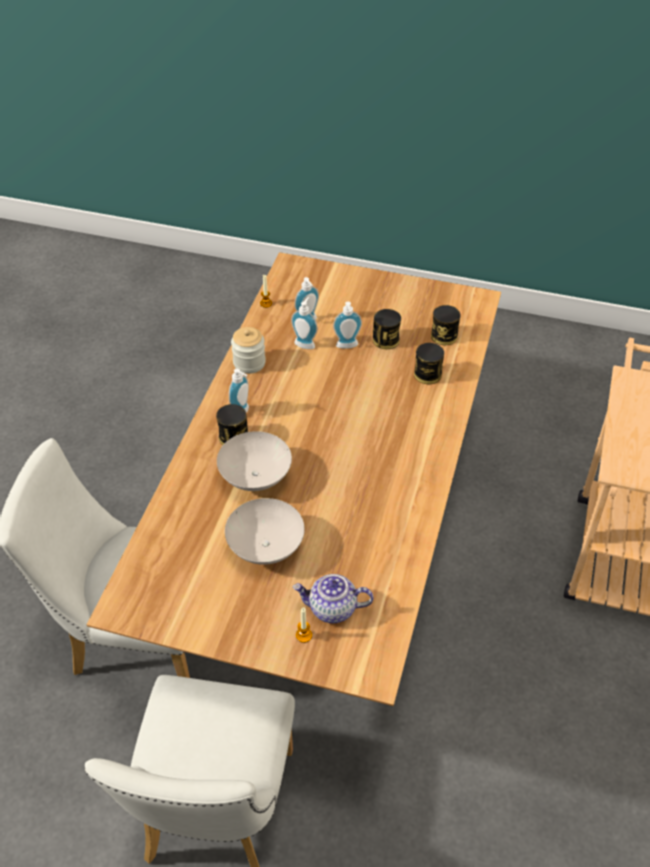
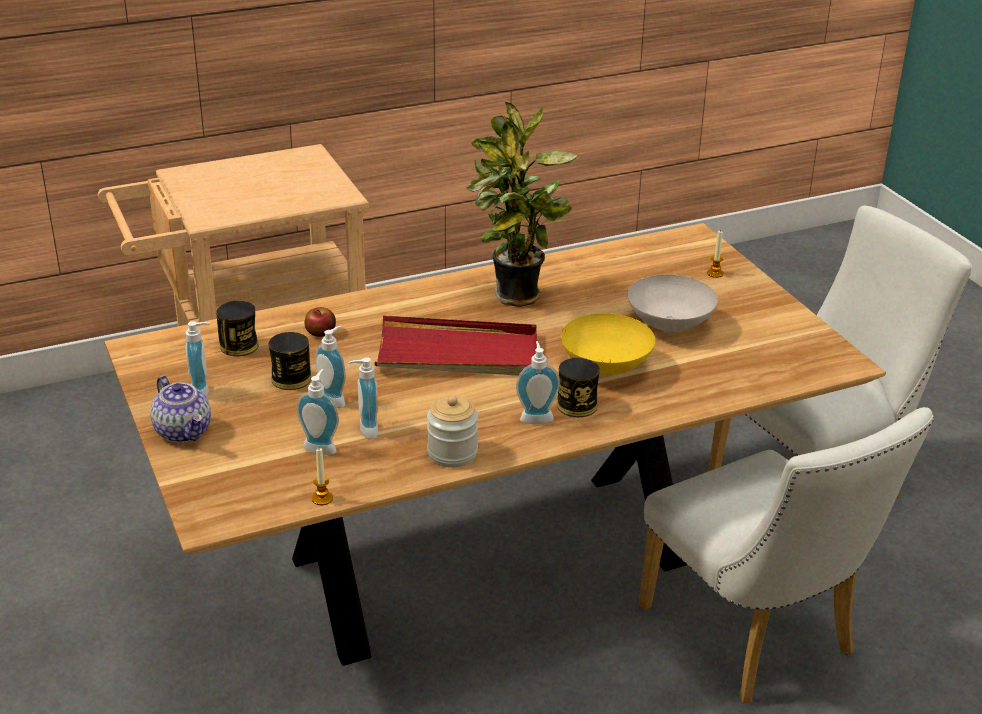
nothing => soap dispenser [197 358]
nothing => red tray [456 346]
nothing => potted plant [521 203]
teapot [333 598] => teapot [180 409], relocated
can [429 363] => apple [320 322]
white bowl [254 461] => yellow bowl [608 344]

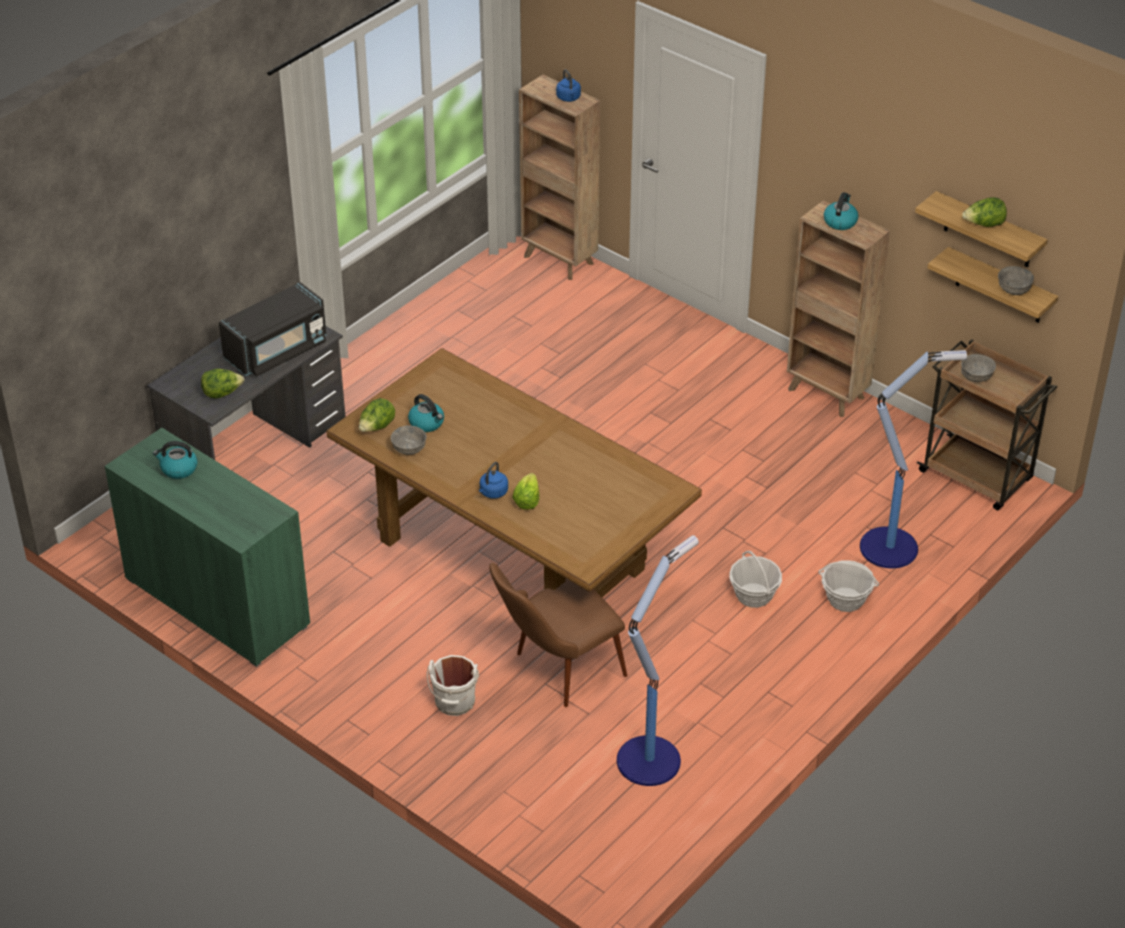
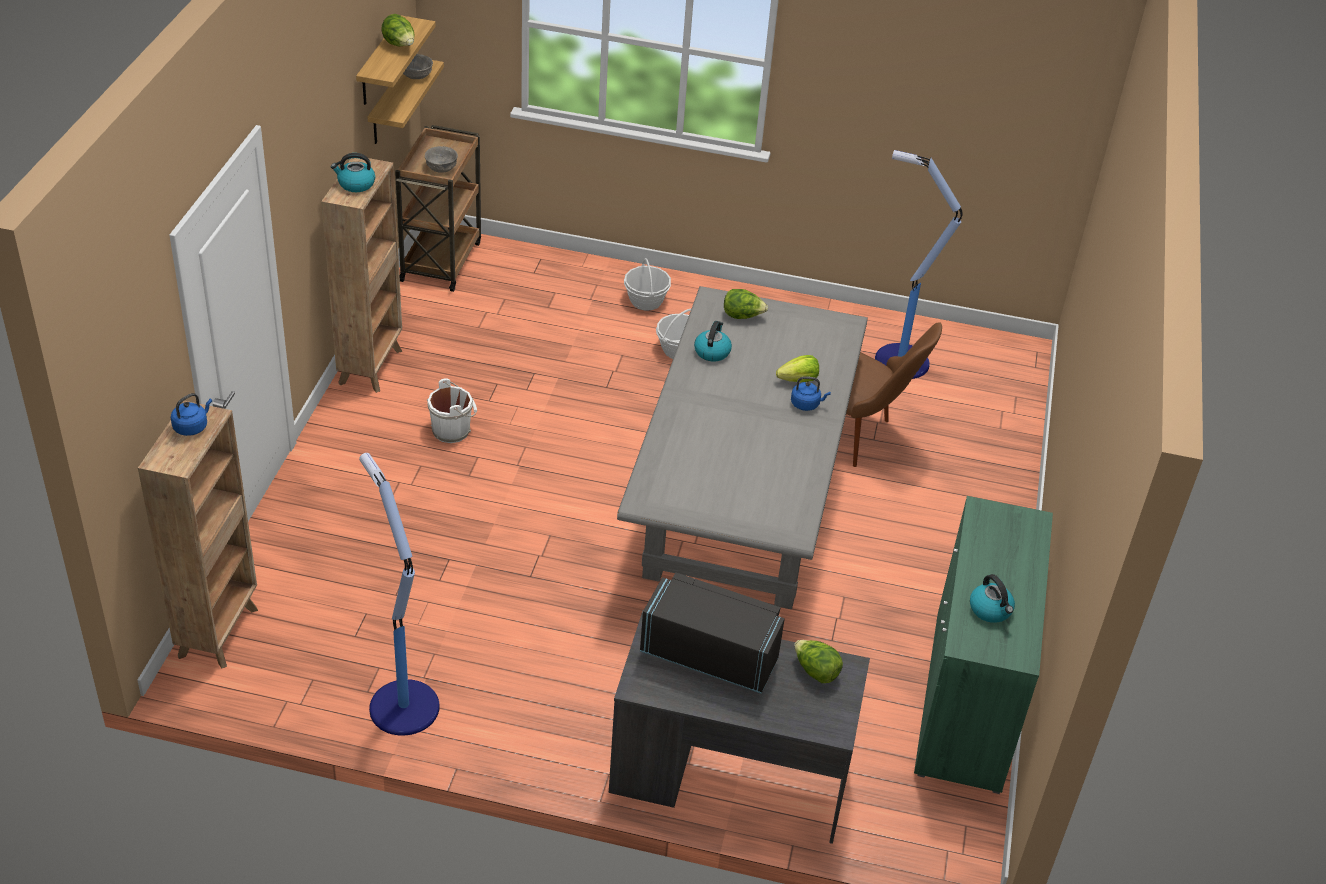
grey bowl [409 440] => nothing
lettuce [377 415] => lettuce [746 304], relocated
kettle [426 413] => kettle [713 341], relocated
white bucket [453 685] => white bucket [452 410], relocated
floor lamp [913 459] => floor lamp [399 594], relocated
brown dining table [514 472] => grey dining table [742 447]

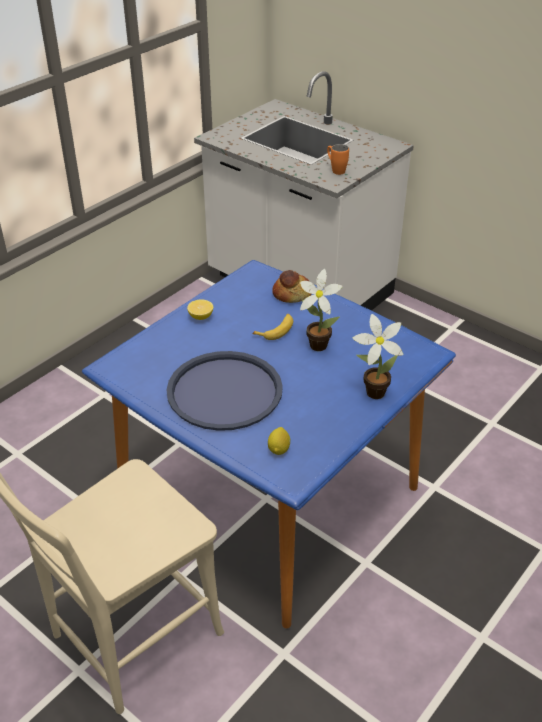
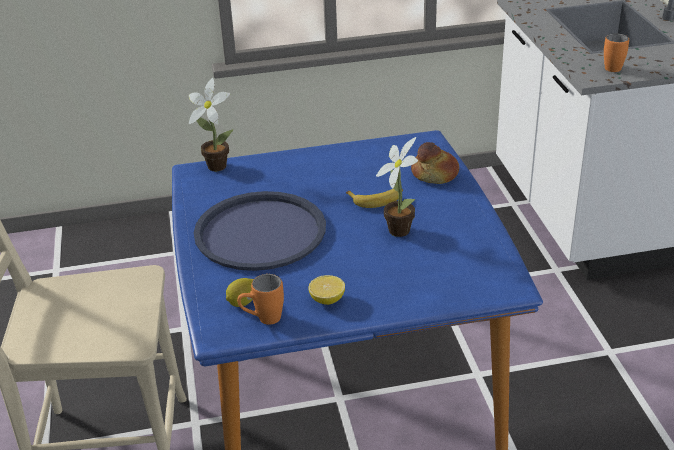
nothing => orange mug [260 299]
lemon [200 310] => lemon [326 290], relocated
potted plant [378 356] => potted plant [211 124], relocated

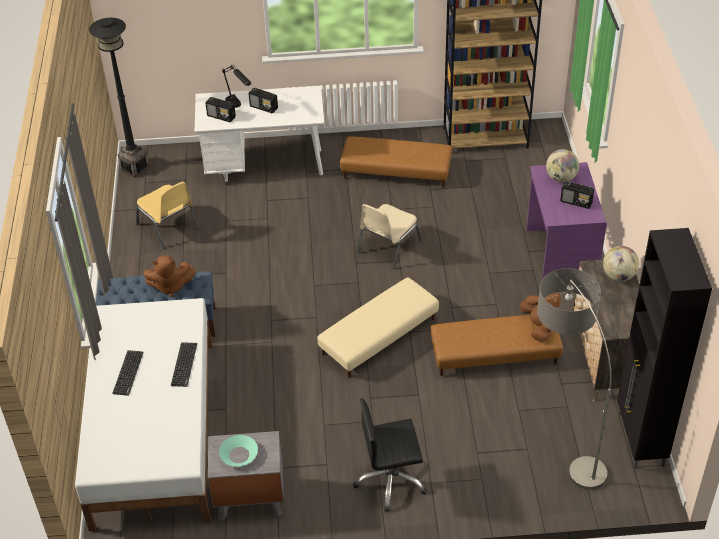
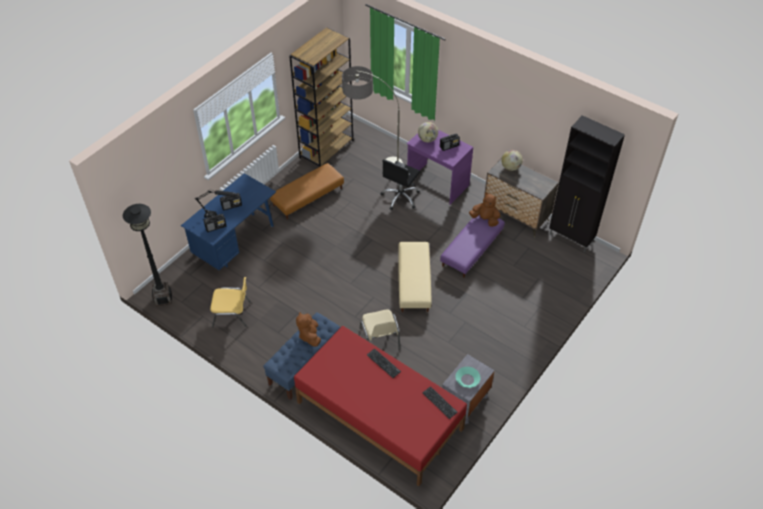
keyboard [128 373] => keyboard [440 402], relocated
black office chair [390 455] => black office chair [400 184], relocated
beige chair [389 236] => beige chair [379 329], relocated
floor lamp [574 379] => floor lamp [372 114], relocated
white bed [143 414] => red bed [380 406]
white desk [259 134] => blue desk [228 221]
brown ottoman [497 345] => purple ottoman [472 246]
brown plush toy [169 276] => brown plush toy [308 329], 135 degrees clockwise

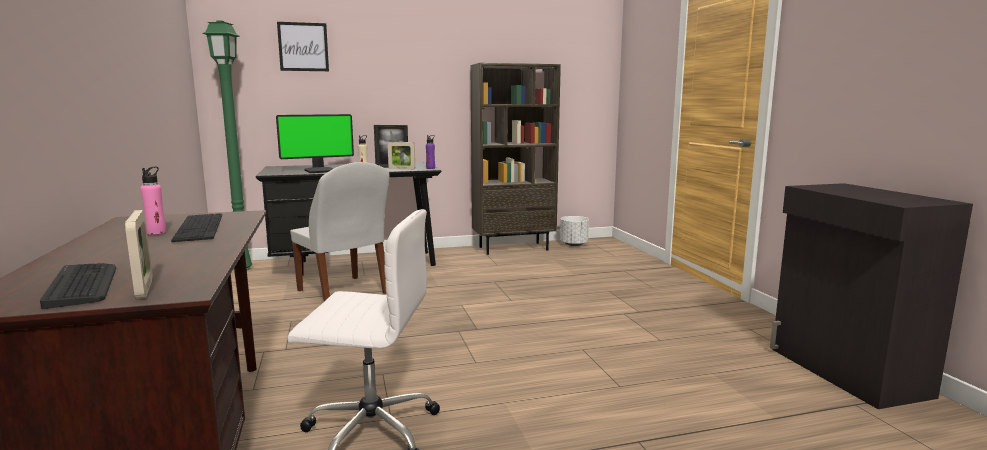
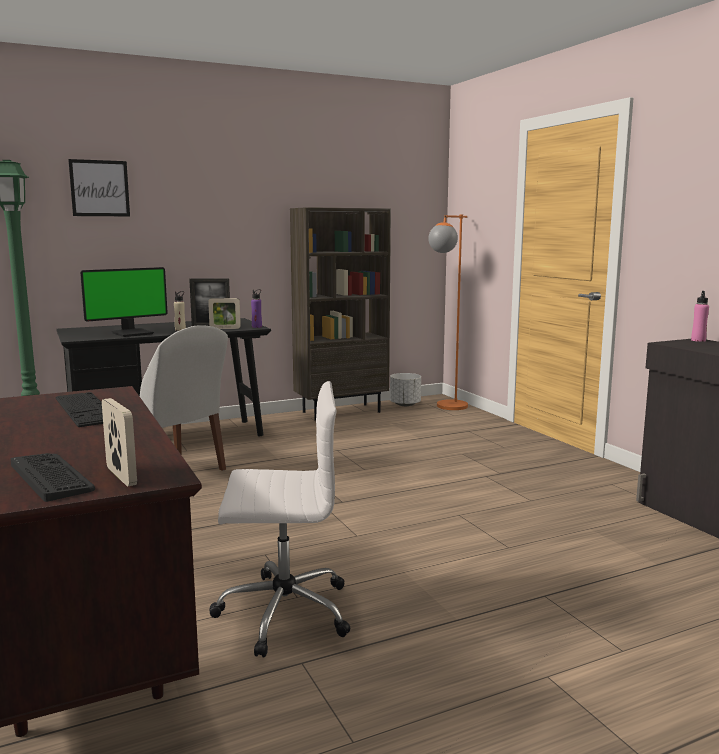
nothing => orange floor lamp [448 312]
pink bottle [153 200] => pink bottle [700 316], relocated

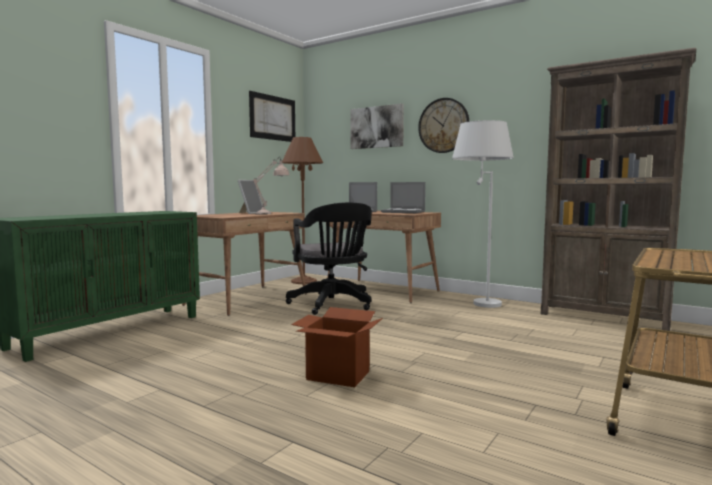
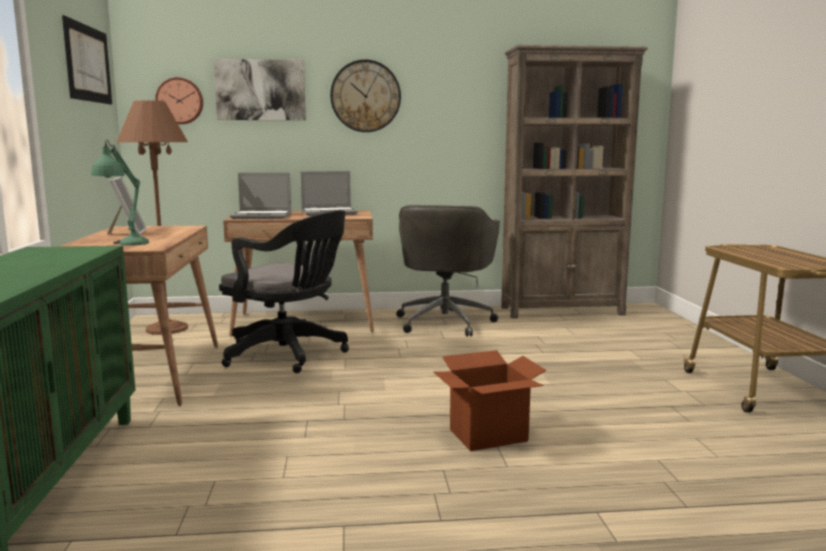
beige table lamp [271 186] => nothing
nothing => green table lamp [120 192]
nothing => wall clock [179 100]
white floor lamp [483 214] => grey office chair [448 270]

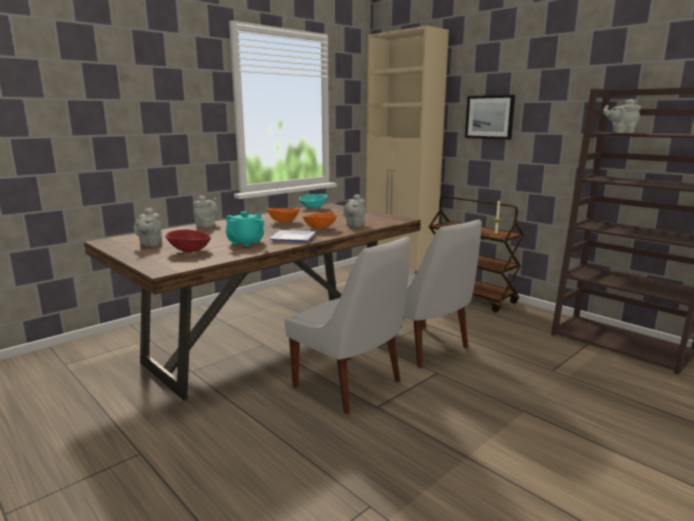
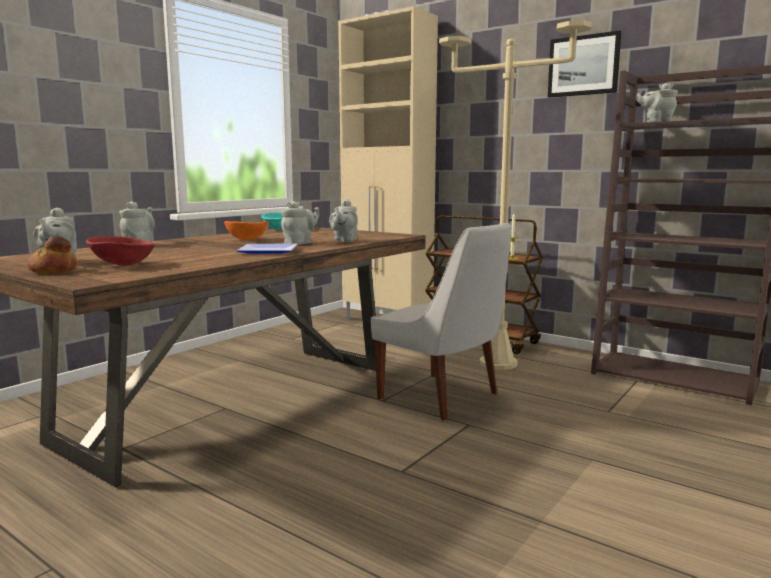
turquoise teapot [245 229] => nothing
white chair [347 325] => nothing
nothing => bread [52 255]
nothing => beige floor lamp [515 195]
picture [490 117] => picture [584 64], relocated
orange bowl [319 221] => grey teapot [300 223]

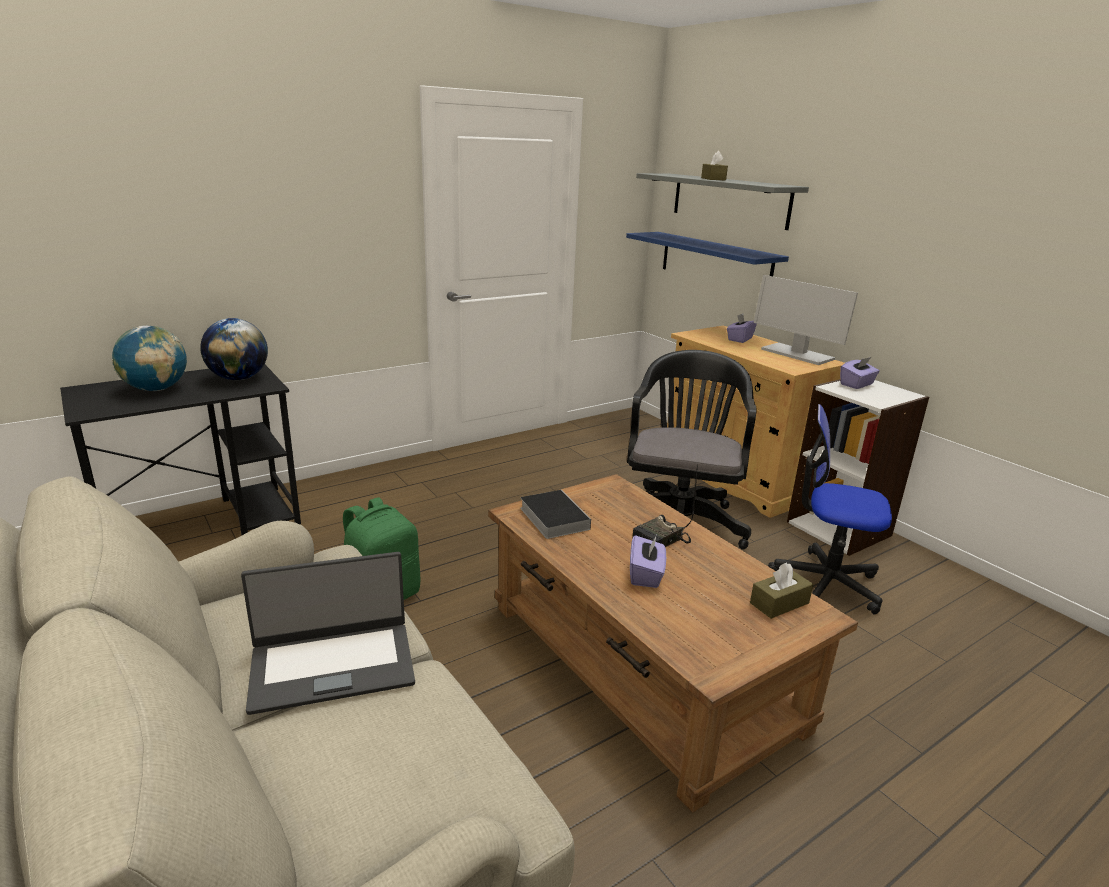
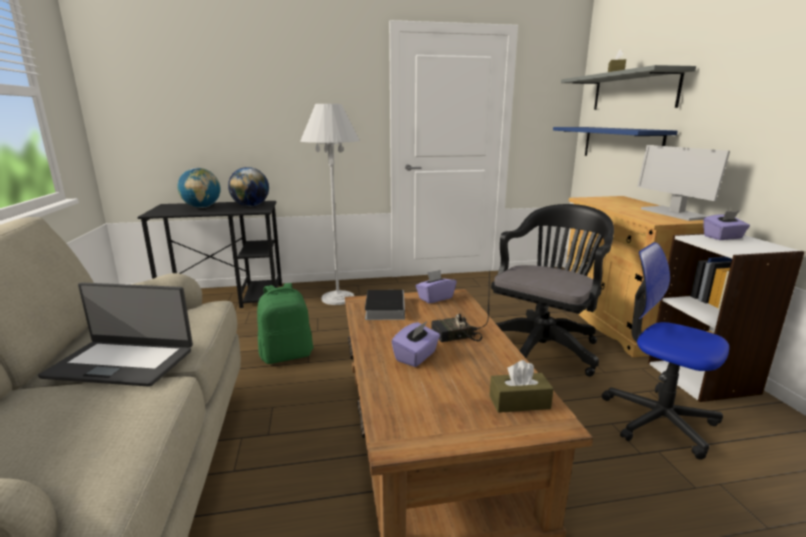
nothing => white floor lamp [330 204]
purple tissue box [742 328] => purple tissue box [436 287], relocated

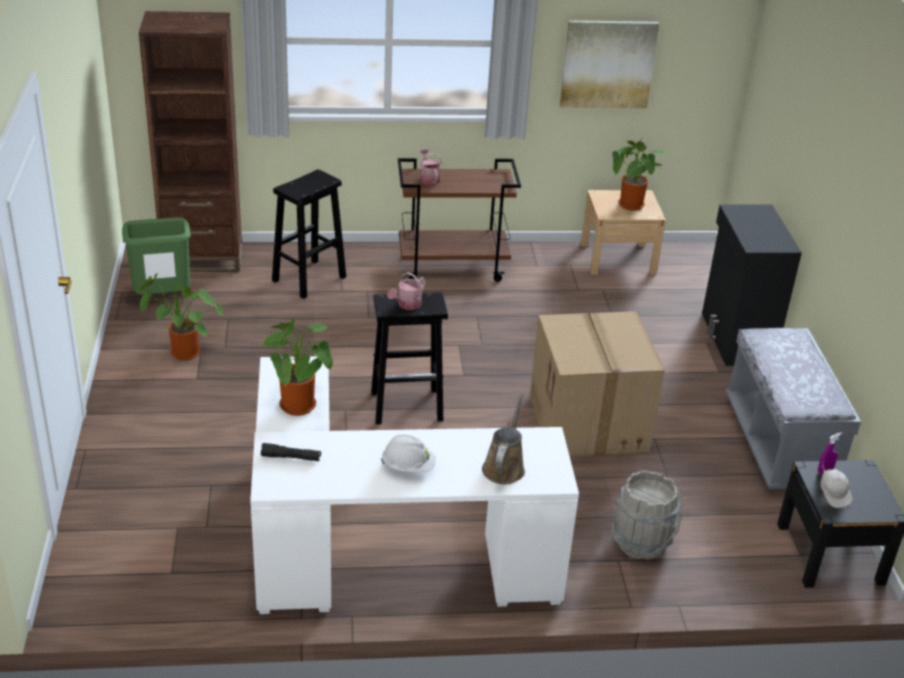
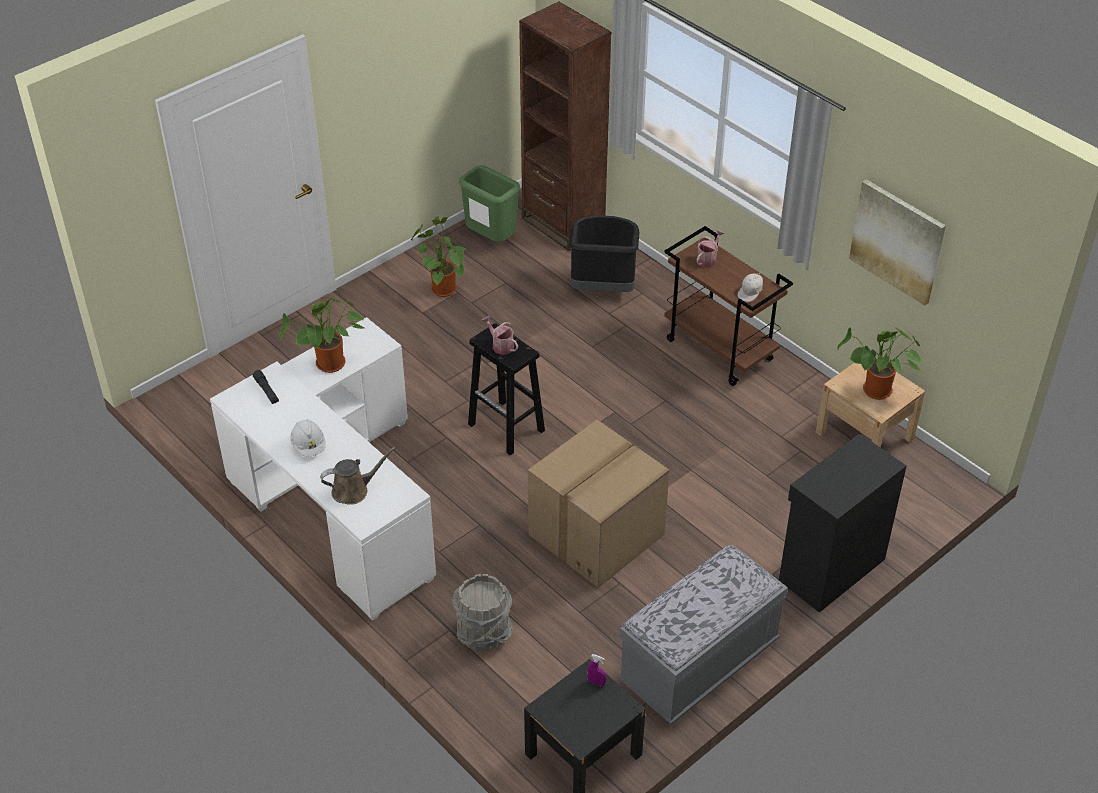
white cap [836 486] => white cap [750 286], relocated
black stool [309 234] => black trash can [604 253]
watering can [406 291] => watering can [500 335], 45 degrees clockwise

